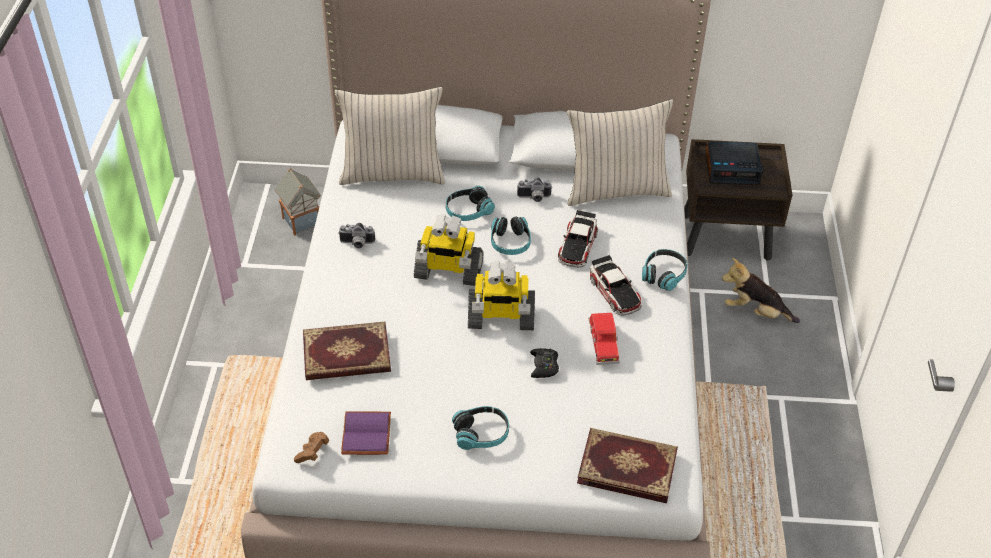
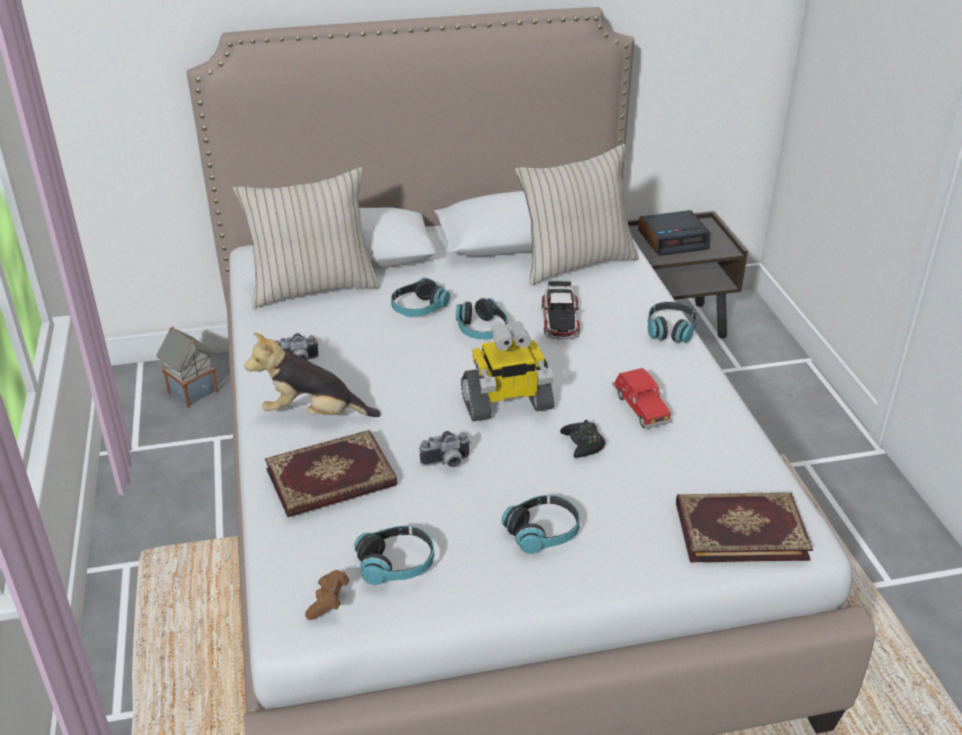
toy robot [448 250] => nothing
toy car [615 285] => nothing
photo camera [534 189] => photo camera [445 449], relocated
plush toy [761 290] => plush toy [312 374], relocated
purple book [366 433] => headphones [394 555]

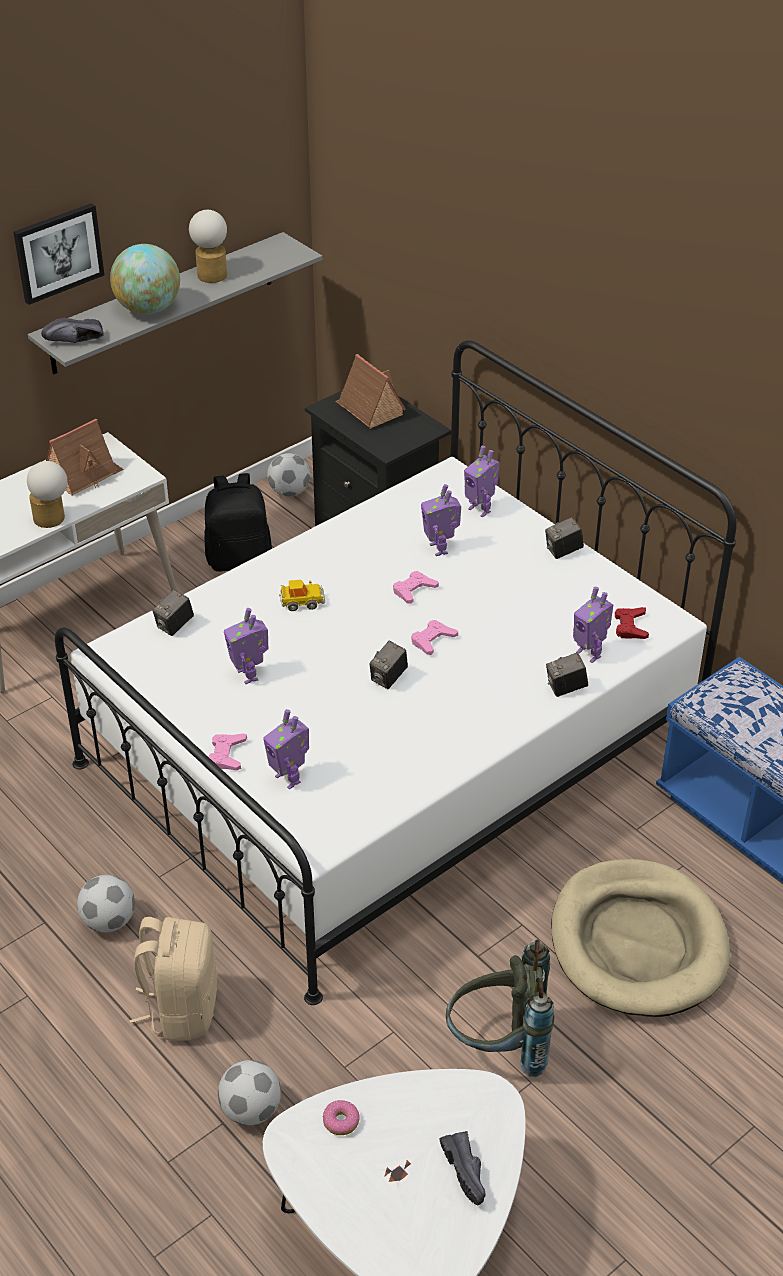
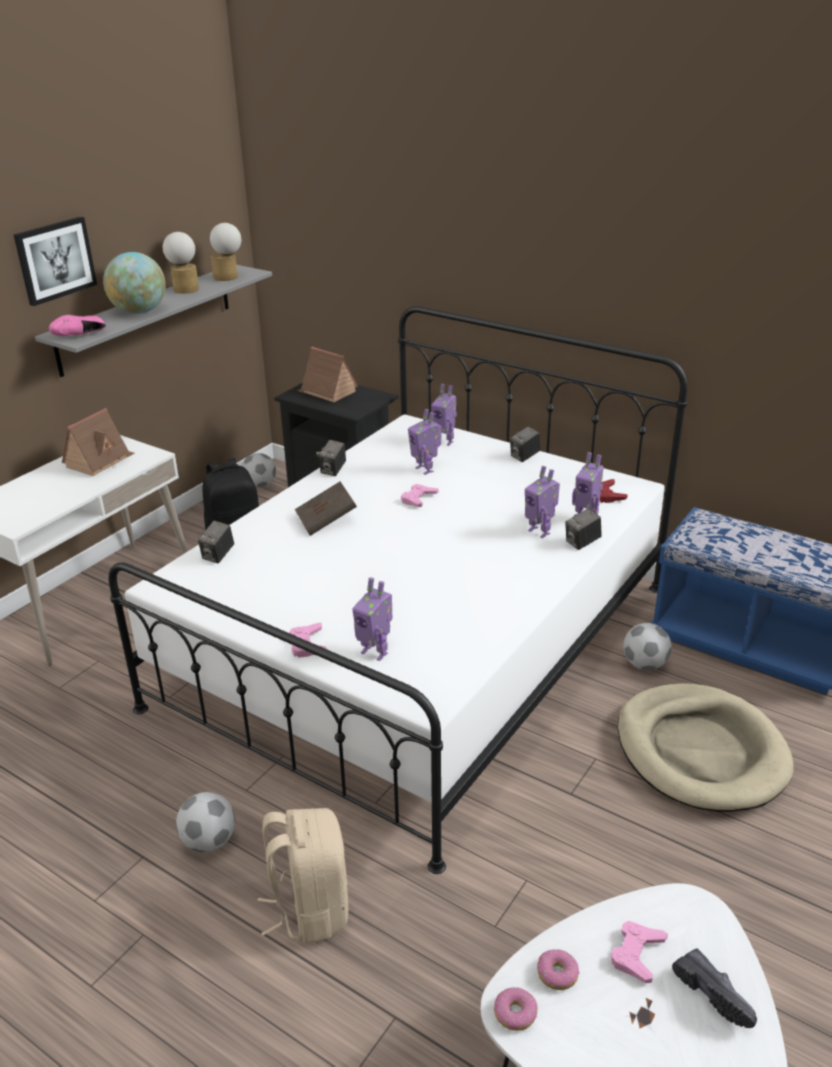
grey backpack [500 1008] => nothing
nothing => donut [516 1009]
table lamp [47 494] => table lamp [225 252], relocated
football [249 1093] => football [647 646], relocated
toy robot [246 646] => toy robot [542 502], relocated
photo camera [389 665] => photo camera [332 458], relocated
pink game controller [434 637] => pink game controller [639 952], relocated
toy car [302 595] => brown book [326 509]
black shoe [72 330] => pink shoe [77 325]

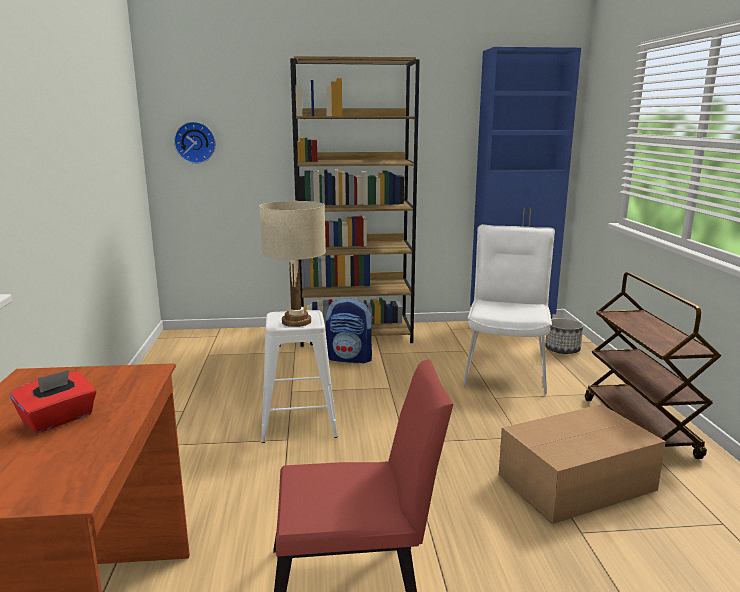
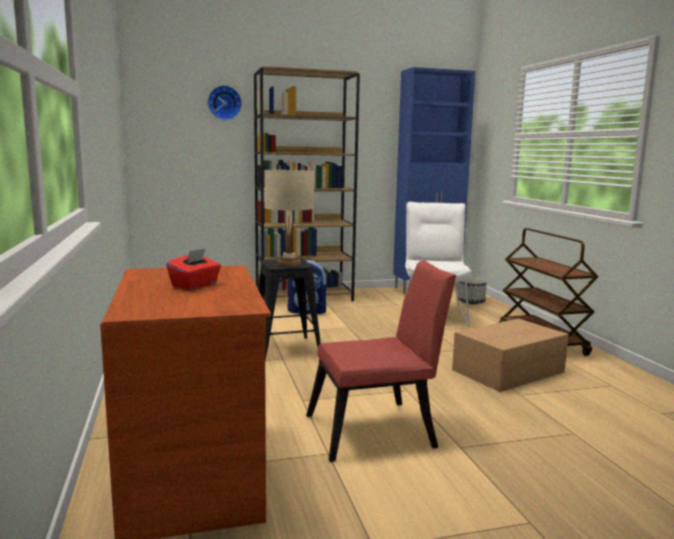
wall clock [195 143] => wall clock [224 103], relocated
white stool [299 376] => black stool [289 309]

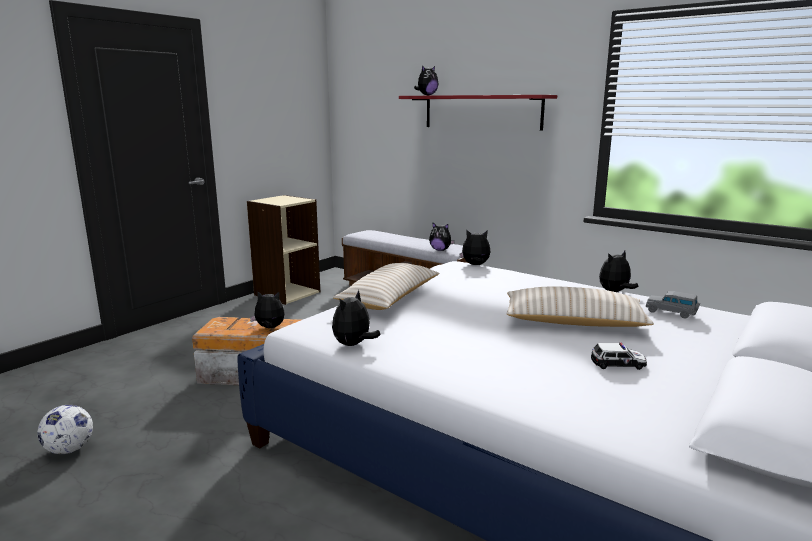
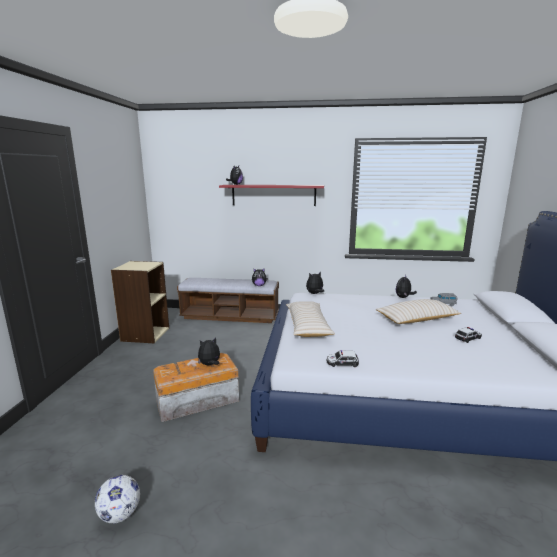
plush toy [356 318] => toy car [342 358]

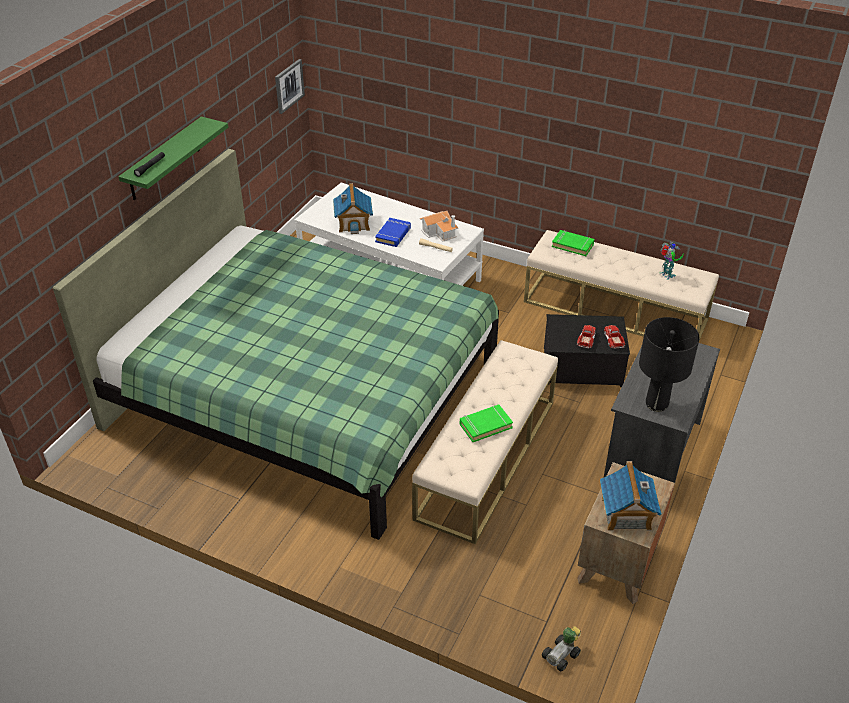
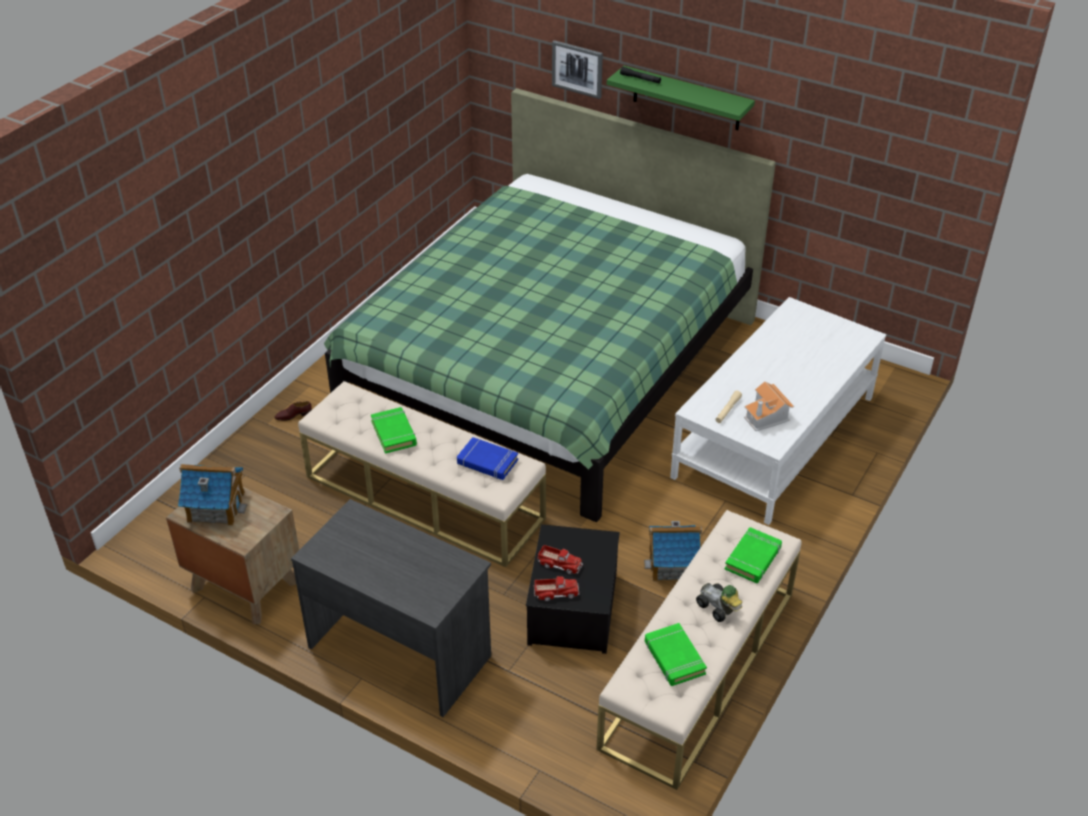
black table lamp [669 364] => nothing
nothing => brown shoe [293 411]
picture [290 86] => picture [577 69], relocated
toy house [353 208] => toy house [673 551], relocated
blue book [393 232] => blue book [487 458], relocated
toy car [561 648] => toy car [719 602], relocated
toy robot [672 260] => green book [676 654]

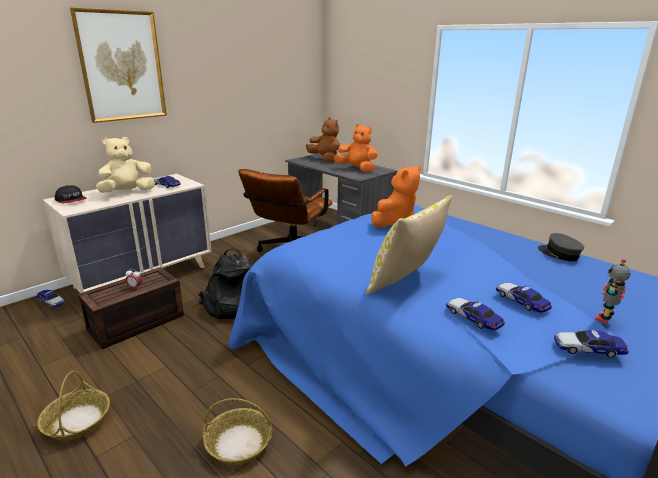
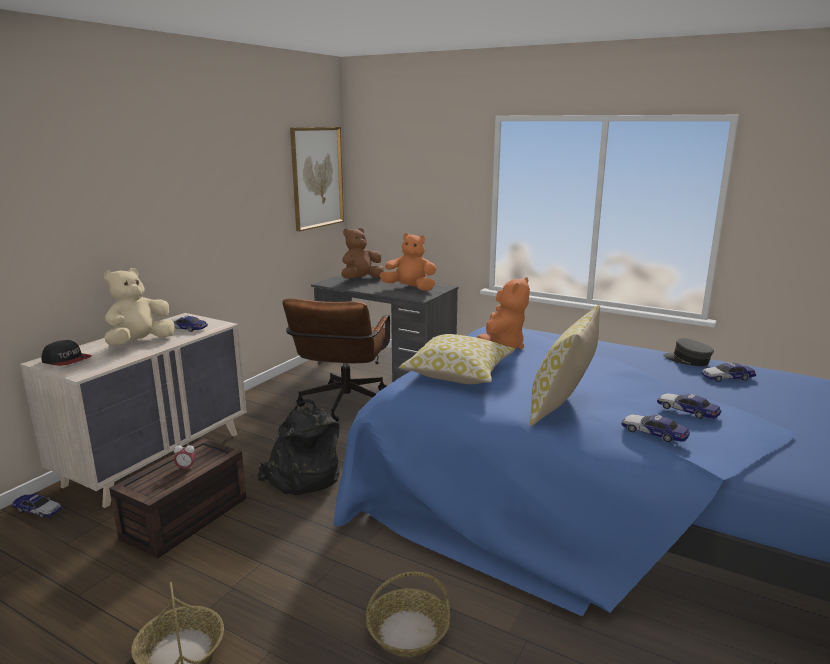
toy robot [613 291] => nothing
nothing => pillow [457 359]
picture [118 65] => picture [317 179], relocated
toy car [591 343] => toy car [728 372], relocated
brown plush toy [323 140] => brown plush toy [363 253], 75 degrees counterclockwise

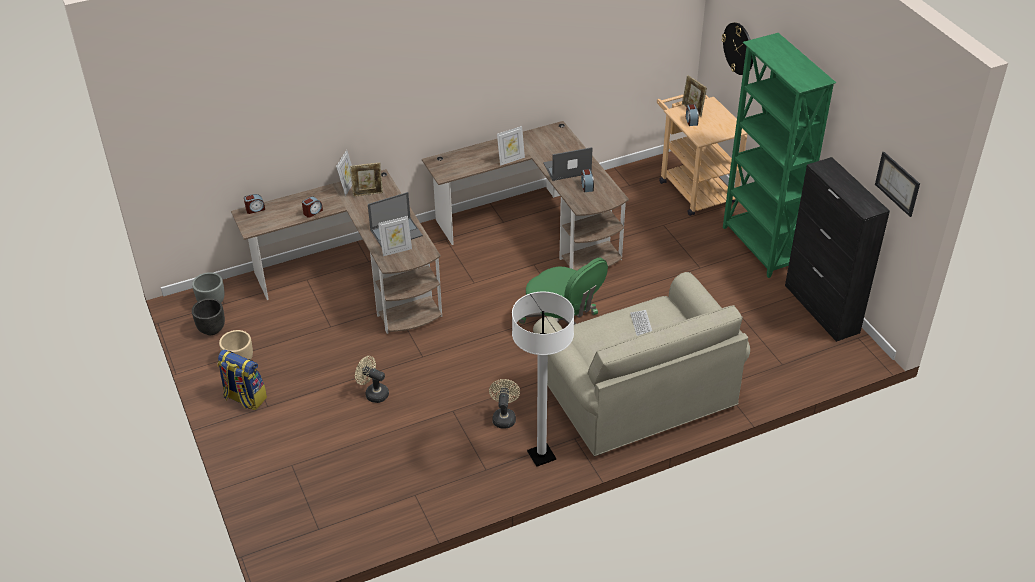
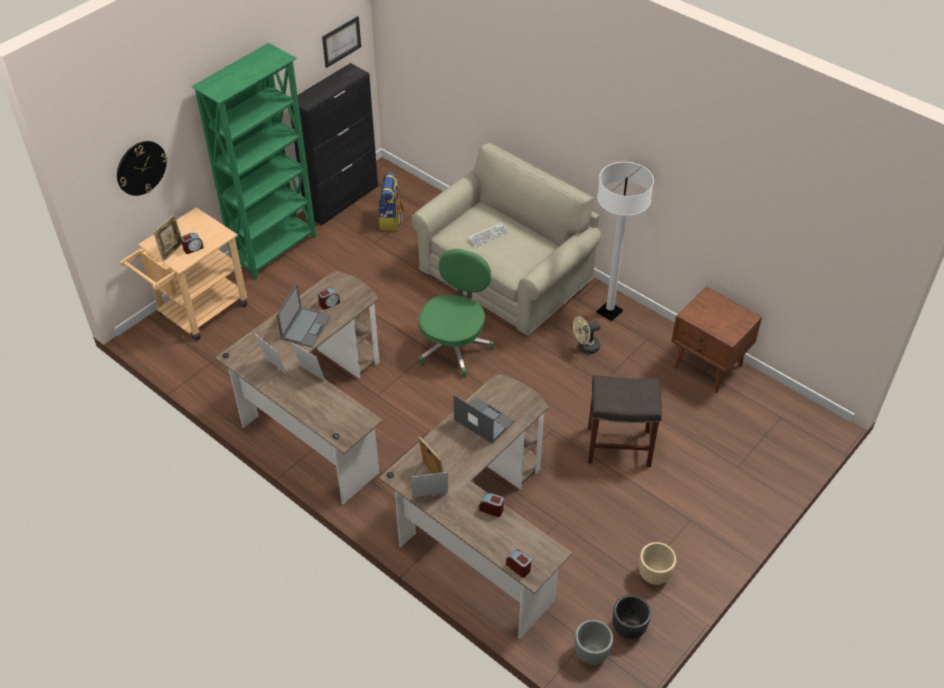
nothing => brown nightstand [716 339]
backpack [242 380] => backpack [390 201], relocated
picture frame [395 236] => picture frame [271 354], relocated
beige fan [372 379] => grey stool [625 421]
laptop [567 164] => laptop [304 315], 120 degrees counterclockwise

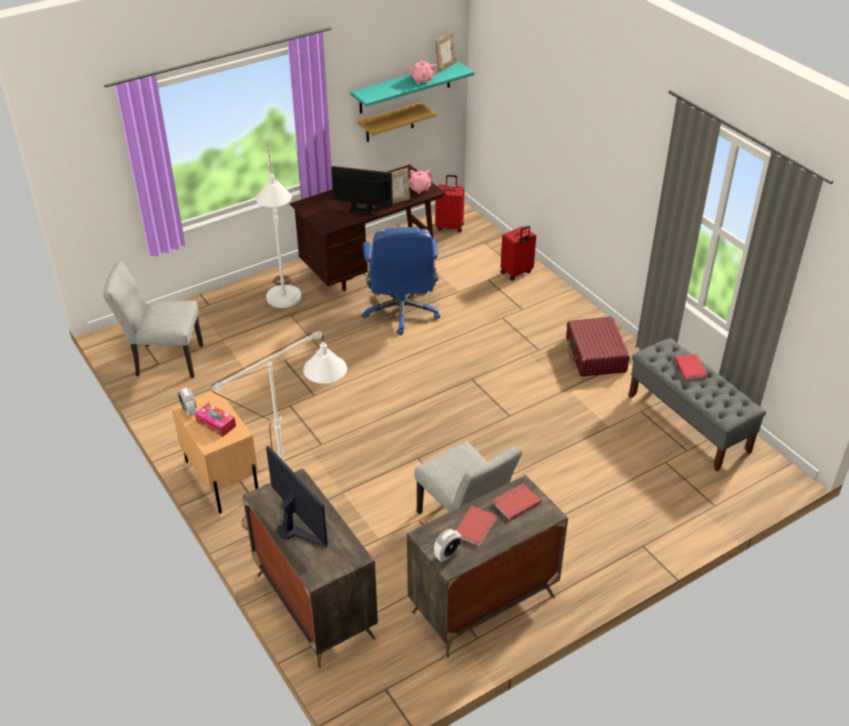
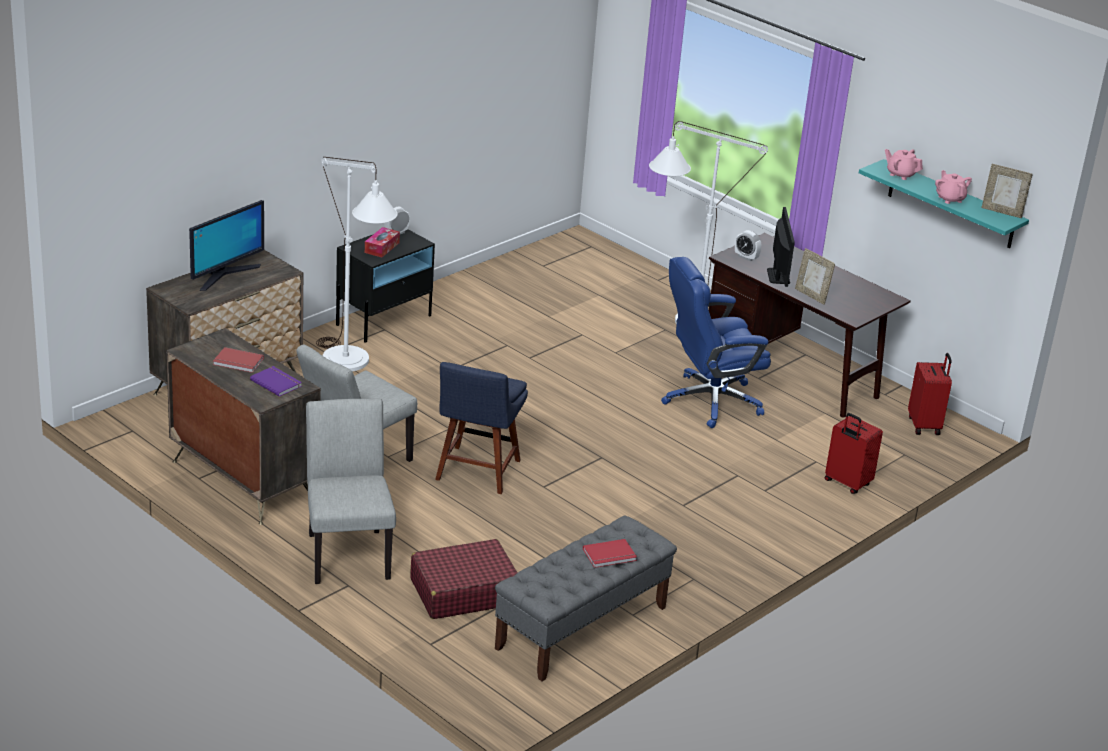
shelf [397 122] => nothing
nothing => blue chair [481 428]
grey chair [153 319] => grey chair [351 491], relocated
pink teapot [420 182] => pink teapot [904 164], relocated
alarm clock [448 545] => alarm clock [748 245], relocated
red suitcase [598 347] => red suitcase [464 579], relocated
beige nightstand [215 452] => black nightstand [385 286]
red book [516 502] => purple book [276 381]

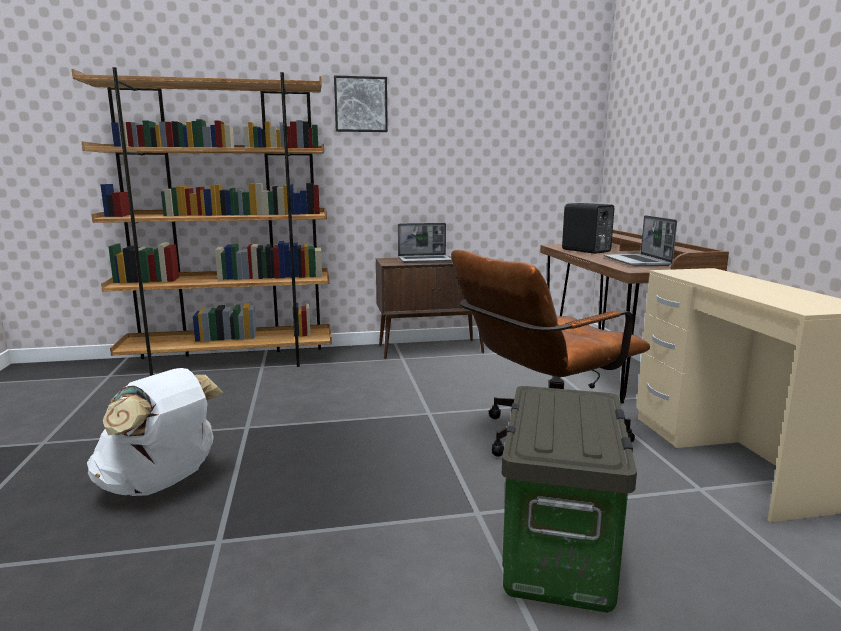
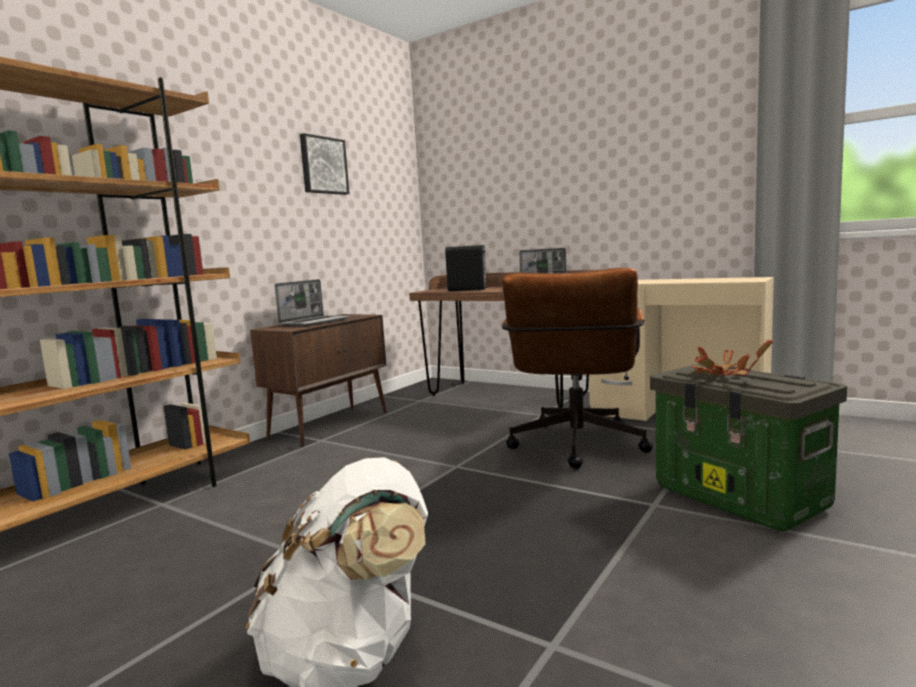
nothing => potted plant [733 357]
picture [361 103] => picture [325 164], relocated

